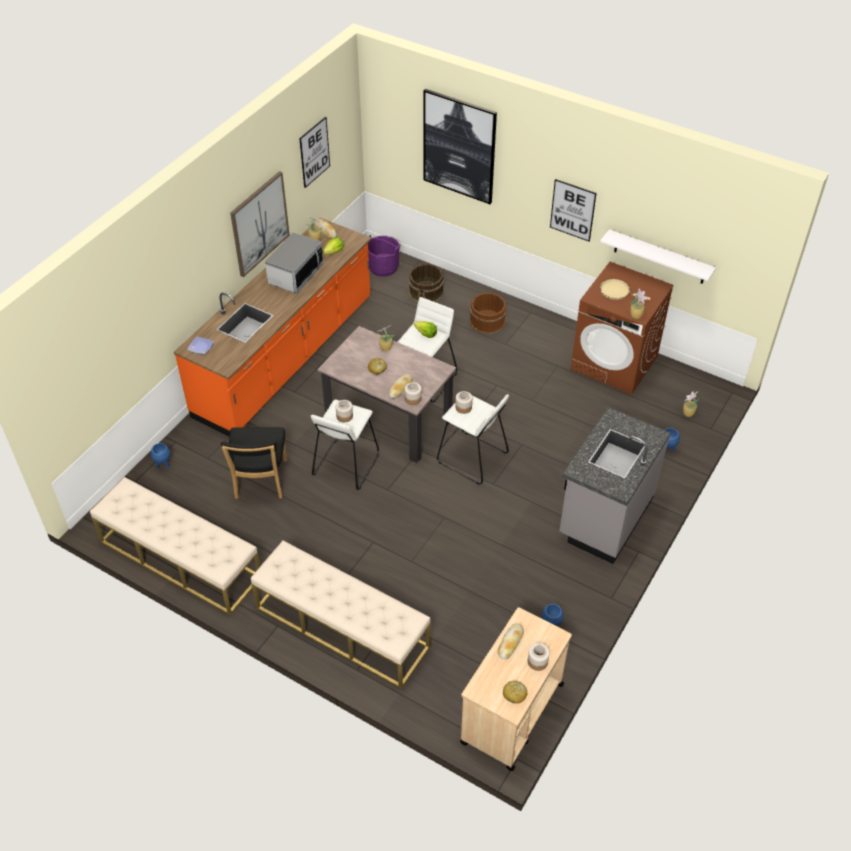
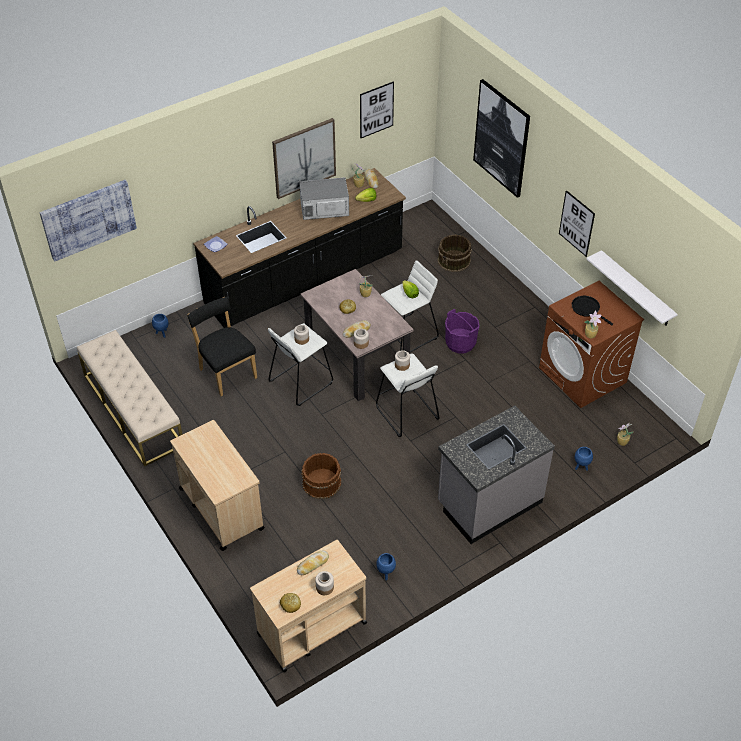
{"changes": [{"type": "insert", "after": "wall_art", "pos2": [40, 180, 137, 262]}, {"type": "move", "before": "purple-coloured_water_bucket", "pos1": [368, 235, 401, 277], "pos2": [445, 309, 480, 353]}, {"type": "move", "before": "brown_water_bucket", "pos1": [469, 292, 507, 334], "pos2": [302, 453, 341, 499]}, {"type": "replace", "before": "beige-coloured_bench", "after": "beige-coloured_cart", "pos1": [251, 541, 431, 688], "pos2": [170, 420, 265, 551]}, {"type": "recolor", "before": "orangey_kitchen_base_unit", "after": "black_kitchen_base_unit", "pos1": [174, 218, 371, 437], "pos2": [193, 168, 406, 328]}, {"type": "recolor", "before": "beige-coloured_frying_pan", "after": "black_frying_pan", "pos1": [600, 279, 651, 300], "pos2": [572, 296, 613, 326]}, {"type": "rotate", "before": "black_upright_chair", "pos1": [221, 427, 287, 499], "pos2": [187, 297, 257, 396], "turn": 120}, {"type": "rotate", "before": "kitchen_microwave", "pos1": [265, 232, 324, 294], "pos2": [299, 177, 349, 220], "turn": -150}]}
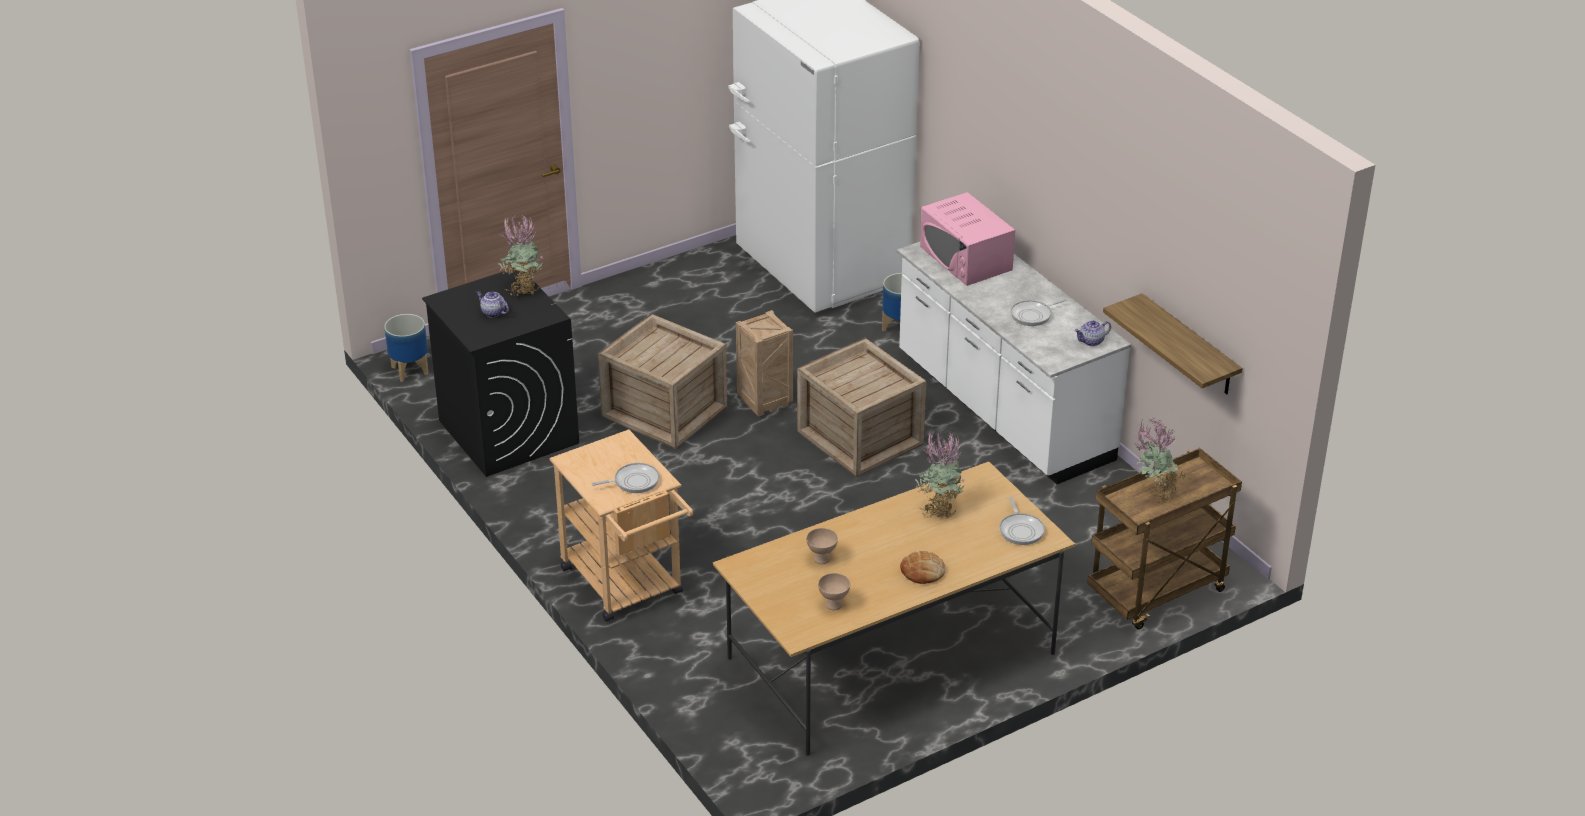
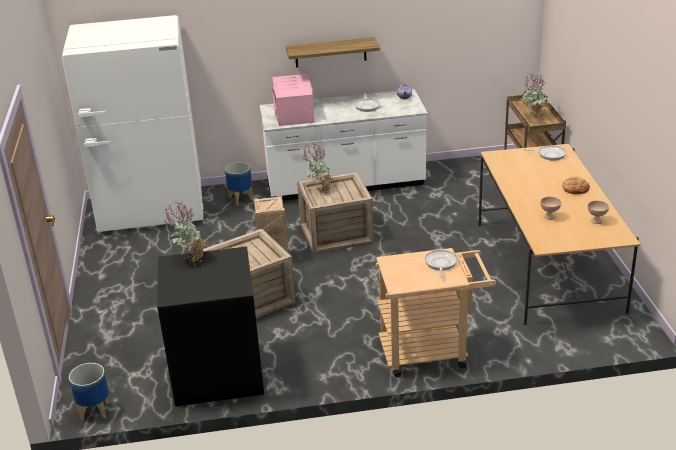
{"changes": [{"type": "delete", "before": "tea_pot", "pos1": [476, 291, 509, 318]}, {"type": "move", "before": "plant_in_a_pot", "pos1": [915, 430, 966, 519], "pos2": [302, 142, 333, 195]}, {"type": "move", "before": "shelf", "pos1": [1103, 293, 1243, 394], "pos2": [286, 37, 380, 67]}, {"type": "rotate", "before": "pinkish_kitchen_microwave", "pos1": [920, 192, 1015, 286], "pos2": [272, 74, 314, 126], "turn": 90}]}
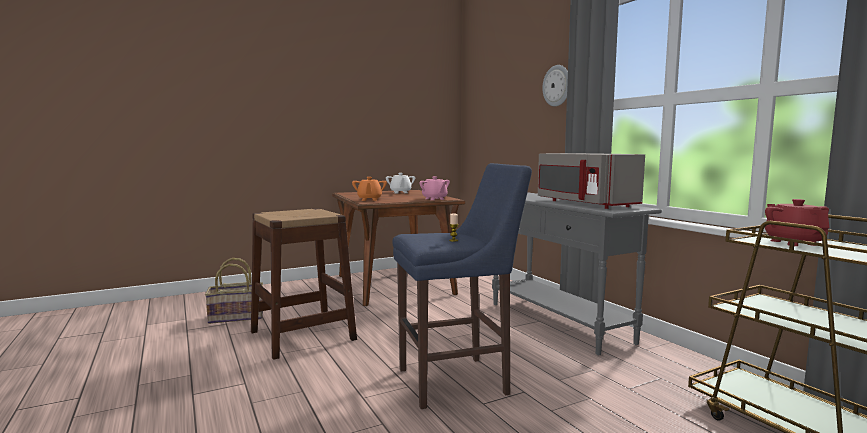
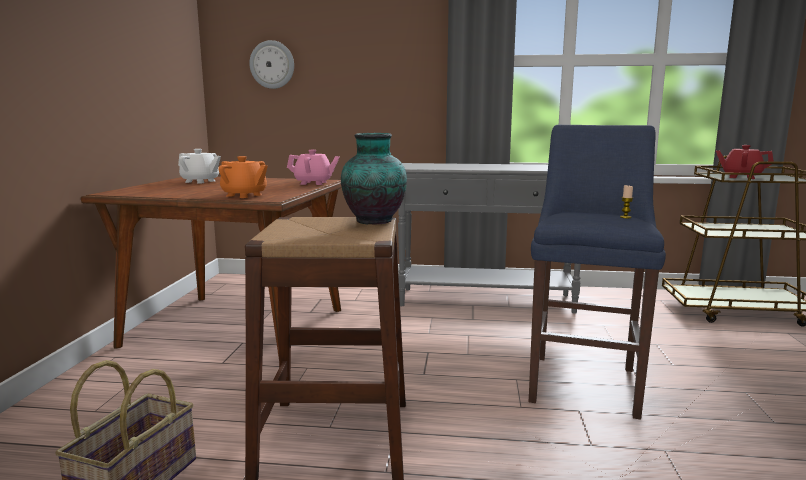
{"changes": [{"type": "delete", "before": "greyish_kitchen_microwave", "pos1": [538, 153, 645, 209]}, {"type": "insert", "after": "vase", "pos2": [341, 133, 407, 224]}, {"type": "move", "before": "hanging_clock", "pos1": [542, 65, 568, 106], "pos2": [249, 40, 294, 89]}]}
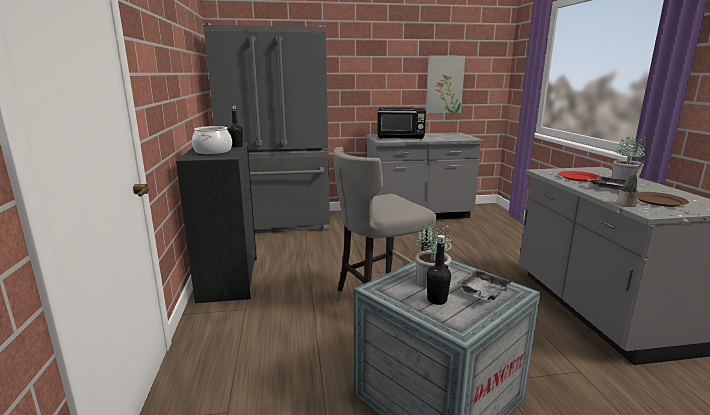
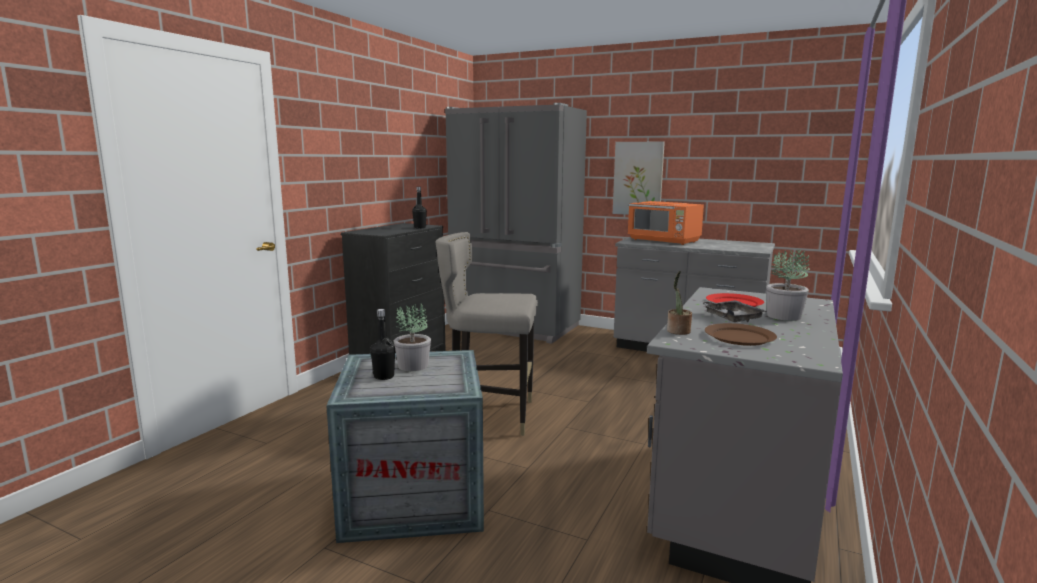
{"changes": [{"type": "delete", "before": "saucepot", "pos1": [192, 126, 232, 154]}, {"type": "delete", "before": "greyish_tray", "pos1": [457, 270, 512, 300]}, {"type": "move", "before": "wall_art", "pos1": [426, 55, 465, 113], "pos2": [613, 142, 665, 215]}, {"type": "recolor", "before": "black_kitchen_microwave", "after": "orangey_kitchen_microwave", "pos1": [377, 108, 426, 139], "pos2": [628, 201, 704, 245]}]}
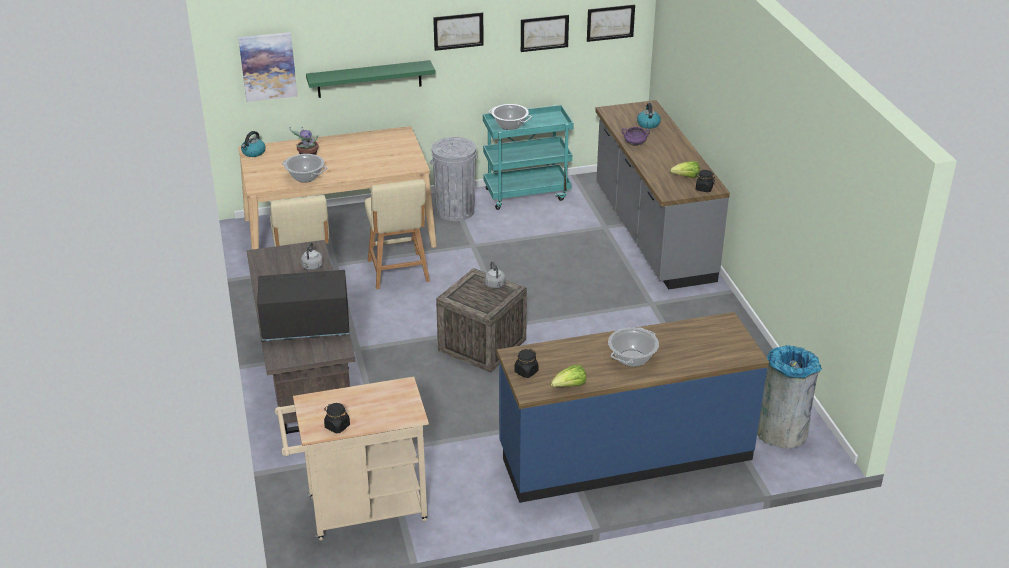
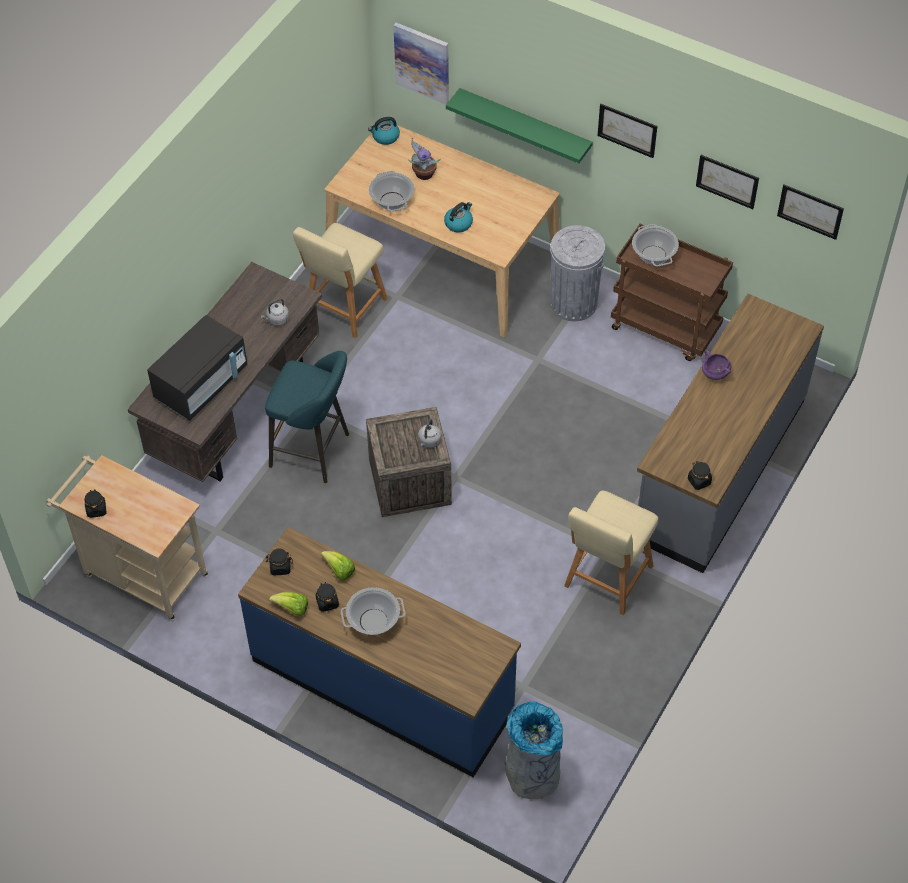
{"changes": [{"type": "insert", "after": "blue-green_sitting_stool", "pos2": [265, 351, 349, 483]}, {"type": "insert", "after": "black_jar", "pos2": [316, 582, 339, 612]}, {"type": "move", "before": "beige-coloured_sitting_stool", "pos1": [365, 179, 430, 289], "pos2": [564, 490, 659, 615]}, {"type": "move", "before": "water_kettle", "pos1": [637, 103, 661, 129], "pos2": [444, 202, 473, 233]}, {"type": "move", "before": "lettuce", "pos1": [670, 161, 700, 178], "pos2": [321, 551, 355, 580]}, {"type": "recolor", "before": "blue-green_cart", "after": "brown_cart", "pos1": [483, 105, 574, 210], "pos2": [611, 224, 733, 361]}, {"type": "rotate", "before": "black_kitchen_microwave", "pos1": [257, 270, 349, 341], "pos2": [147, 315, 247, 421], "turn": 90}]}
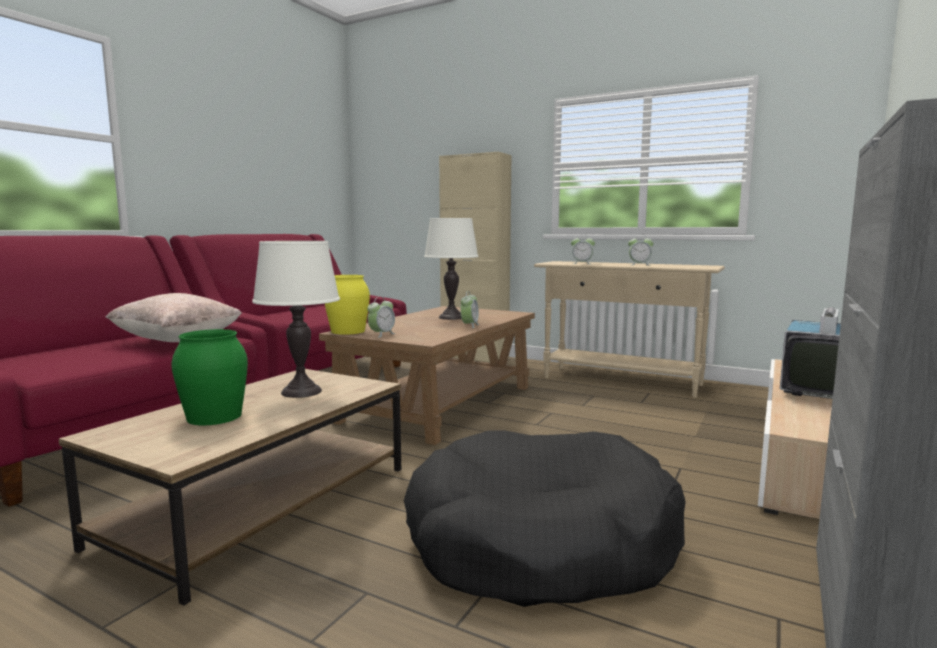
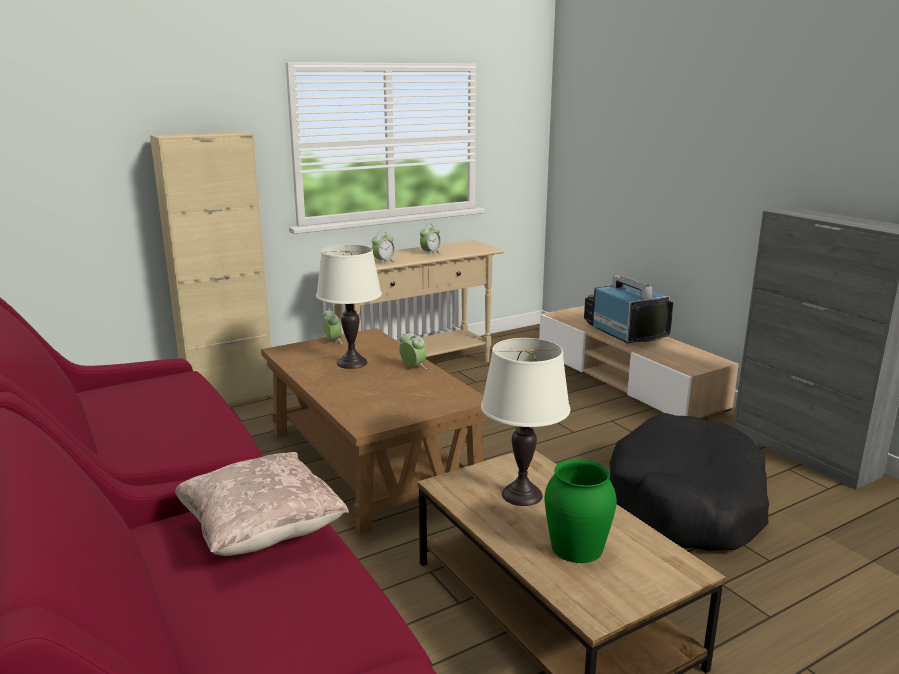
{"changes": [{"type": "delete", "before": "yellow-coloured_vase", "pos1": [325, 275, 370, 335]}, {"type": "move", "before": "bedside_clock", "pos1": [367, 297, 396, 338], "pos2": [322, 308, 343, 344]}]}
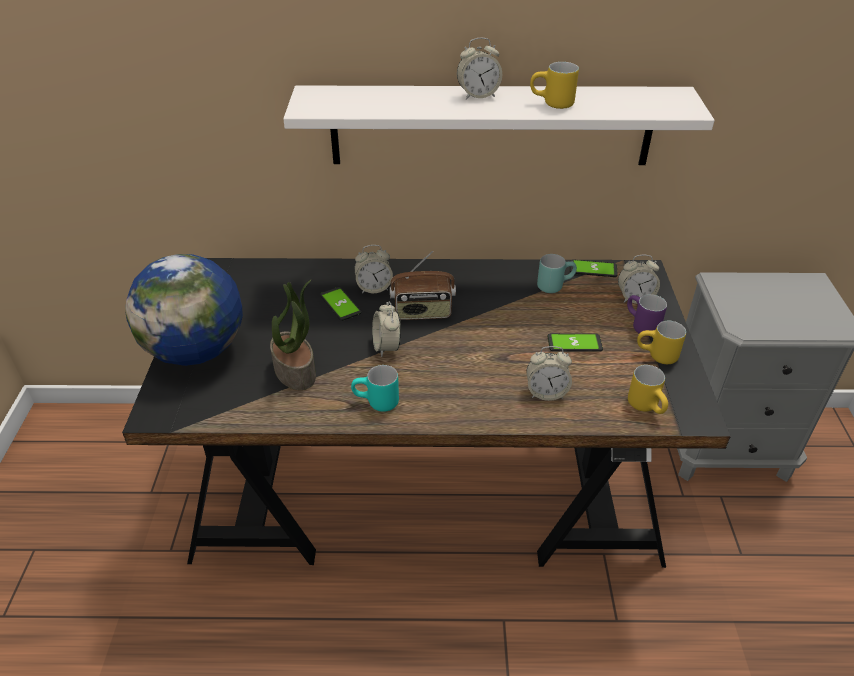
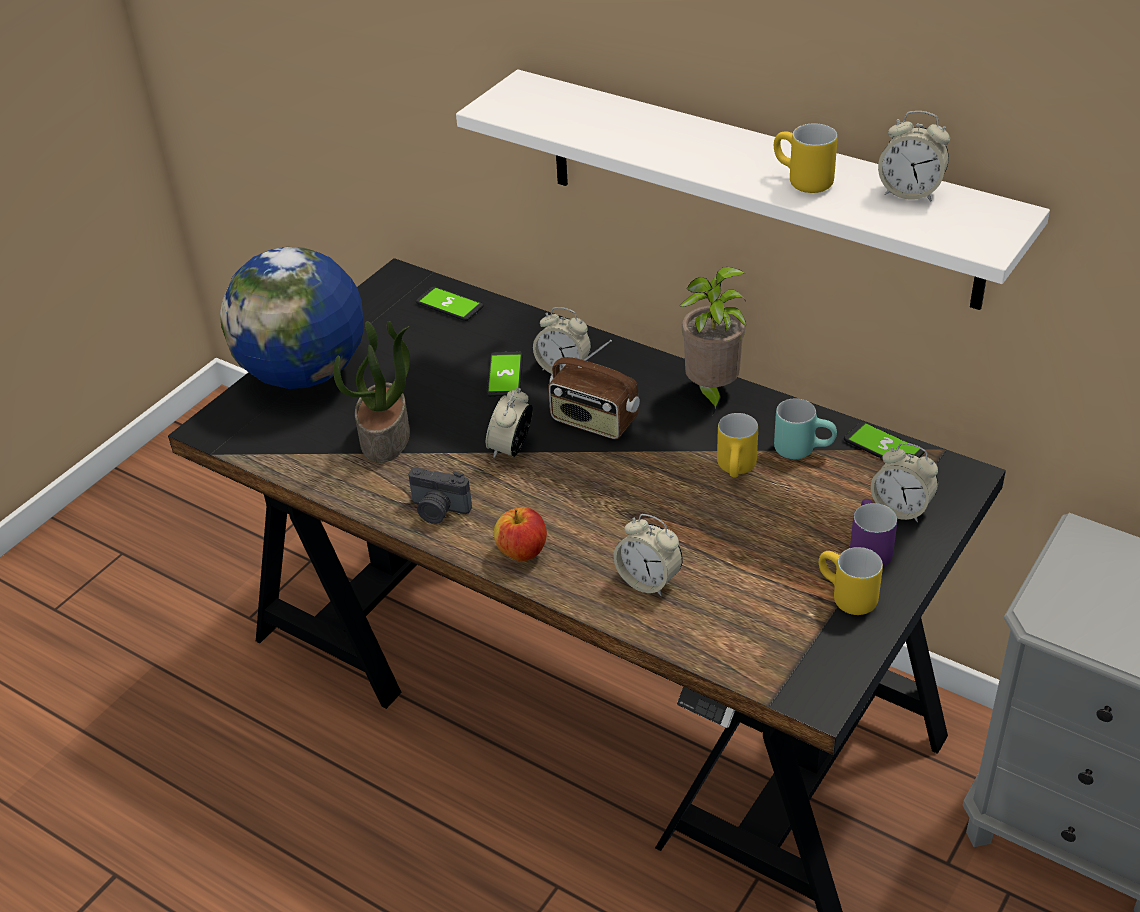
{"changes": [{"type": "insert", "after": "whole_apple", "pos2": [494, 507, 547, 562]}, {"type": "insert", "after": "plant_in_a_pot", "pos2": [679, 267, 746, 414]}, {"type": "move", "before": "bedside_clock", "pos1": [457, 37, 502, 99], "pos2": [878, 111, 950, 201]}, {"type": "move", "before": "handset", "pos1": [547, 333, 603, 352], "pos2": [416, 286, 484, 321]}, {"type": "move", "before": "yellow-coloured_coffee_mug", "pos1": [628, 365, 668, 414], "pos2": [717, 413, 758, 478]}, {"type": "replace", "before": "blue-green_coffee_mug", "after": "photo_camera", "pos1": [351, 365, 399, 412], "pos2": [408, 467, 472, 524]}]}
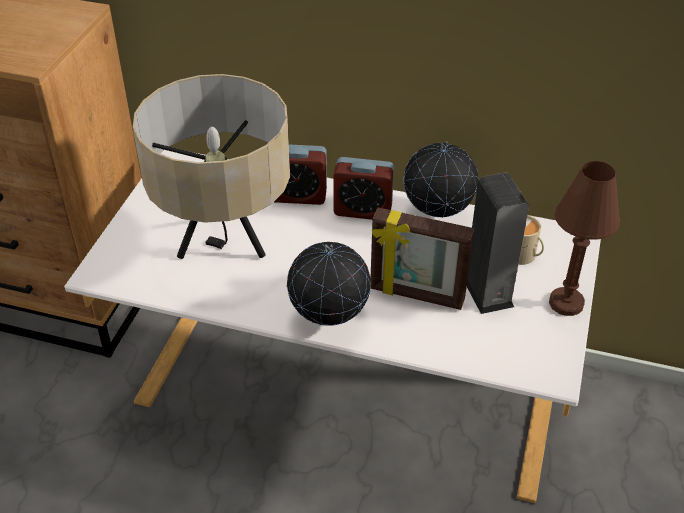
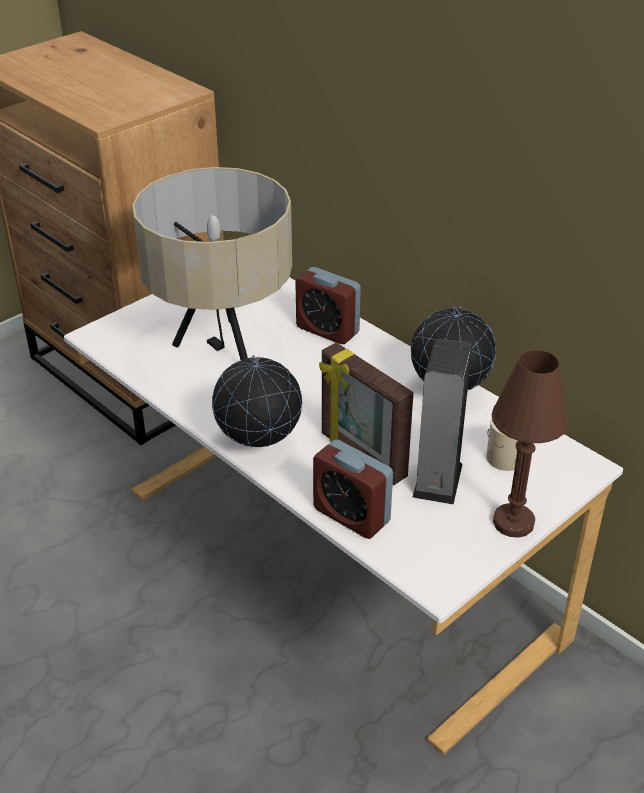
{"changes": [{"type": "move", "before": "bedside_clock", "pos1": [333, 157, 394, 220], "pos2": [313, 439, 393, 539]}]}
